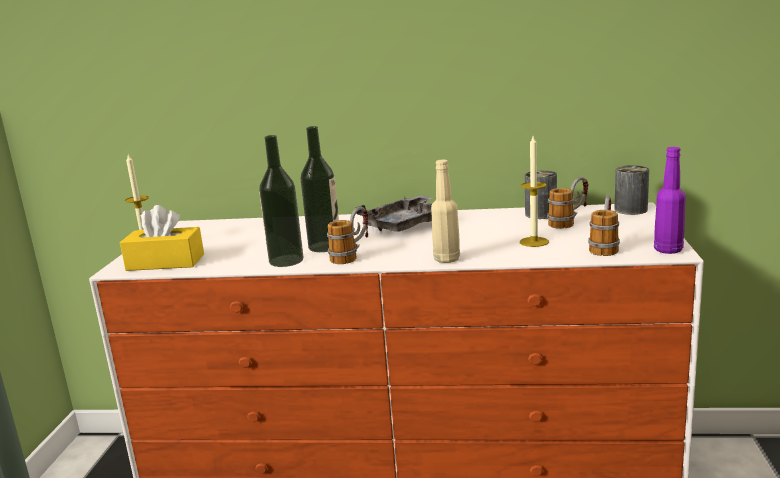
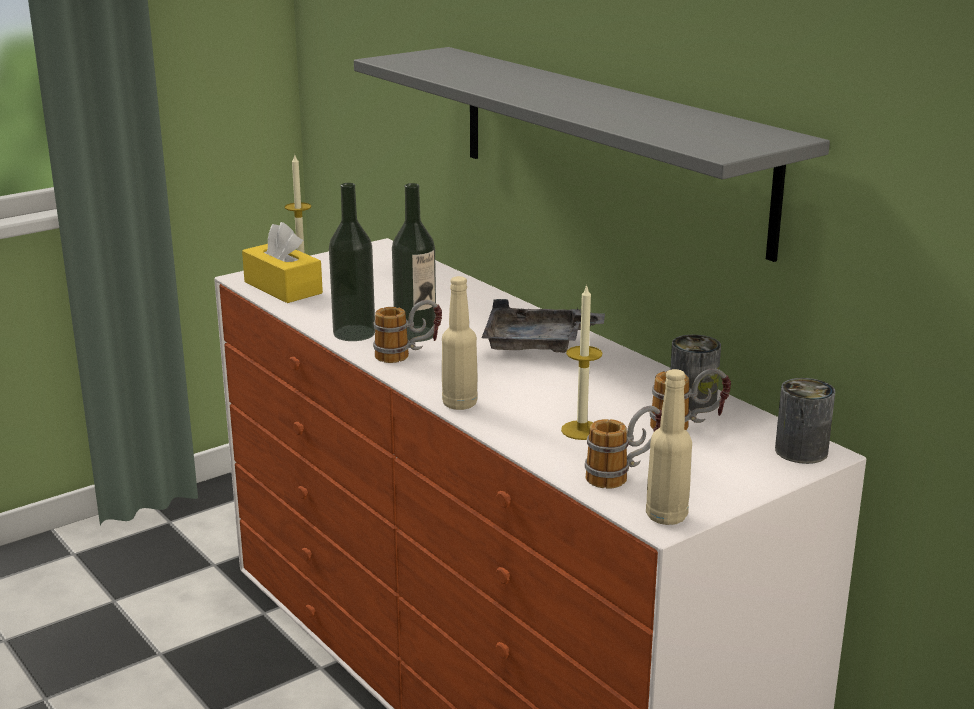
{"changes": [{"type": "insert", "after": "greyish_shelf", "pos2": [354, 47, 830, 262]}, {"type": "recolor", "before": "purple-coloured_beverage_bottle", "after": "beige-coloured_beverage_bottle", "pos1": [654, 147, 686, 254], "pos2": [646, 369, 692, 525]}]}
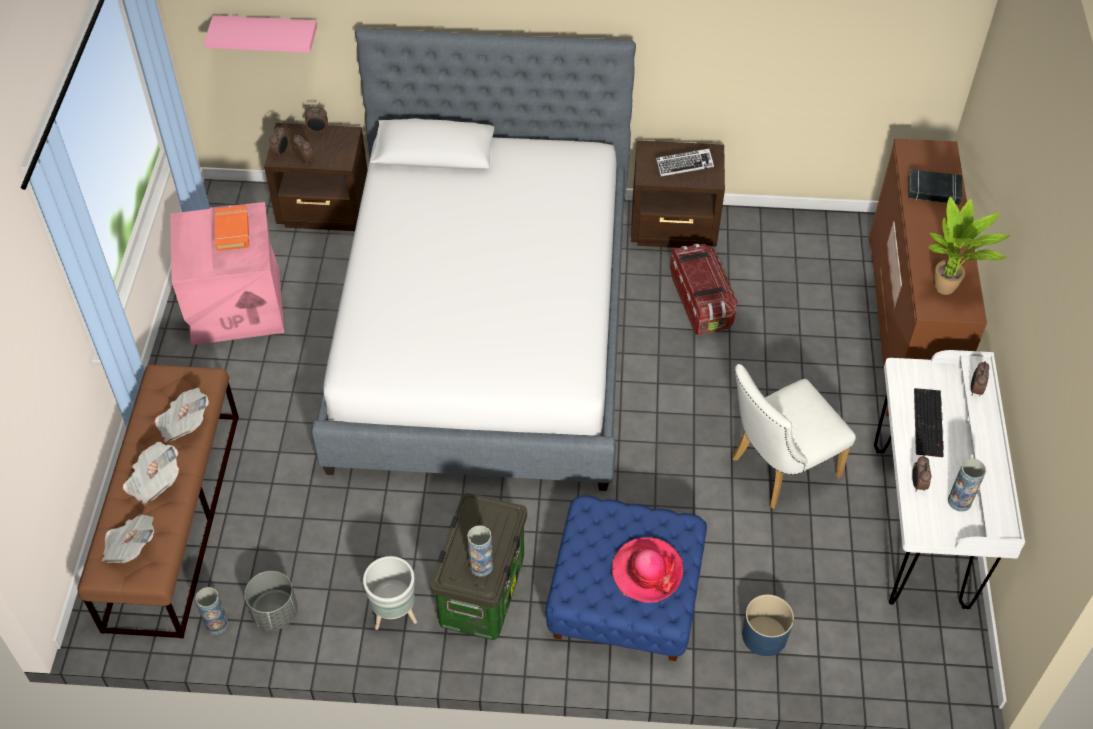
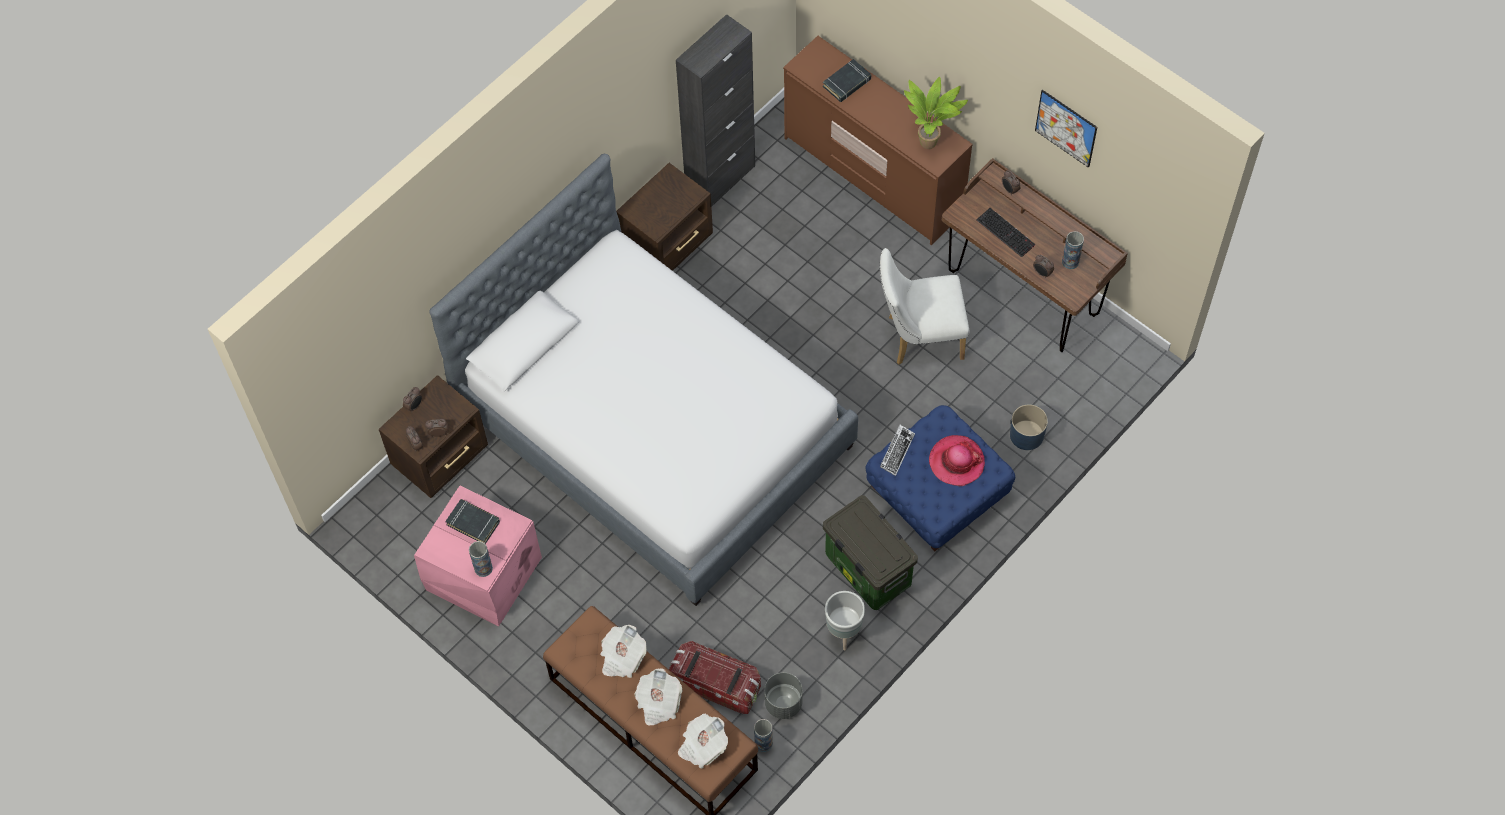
{"changes": [{"type": "delete", "before": "pinkish_shelf", "pos1": [204, 16, 317, 53]}, {"type": "insert", "after": "black_cupboard", "pos2": [676, 14, 755, 207]}, {"type": "insert", "after": "wall_art", "pos2": [1035, 90, 1097, 168]}, {"type": "move", "before": "vase", "pos1": [467, 525, 493, 577], "pos2": [469, 541, 493, 577]}, {"type": "move", "before": "keyboard", "pos1": [656, 148, 714, 177], "pos2": [880, 425, 915, 476]}, {"type": "move", "before": "storage_container", "pos1": [670, 244, 738, 335], "pos2": [669, 641, 761, 714]}, {"type": "recolor", "before": "orangey_volume", "after": "black_volume", "pos1": [214, 206, 250, 251], "pos2": [445, 499, 500, 544]}, {"type": "recolor", "before": "white_desk_table", "after": "brown_desk_table", "pos1": [874, 350, 1025, 609], "pos2": [942, 158, 1128, 352]}, {"type": "rotate", "before": "white_upright_chair", "pos1": [732, 364, 856, 509], "pos2": [880, 248, 969, 365], "turn": 75}]}
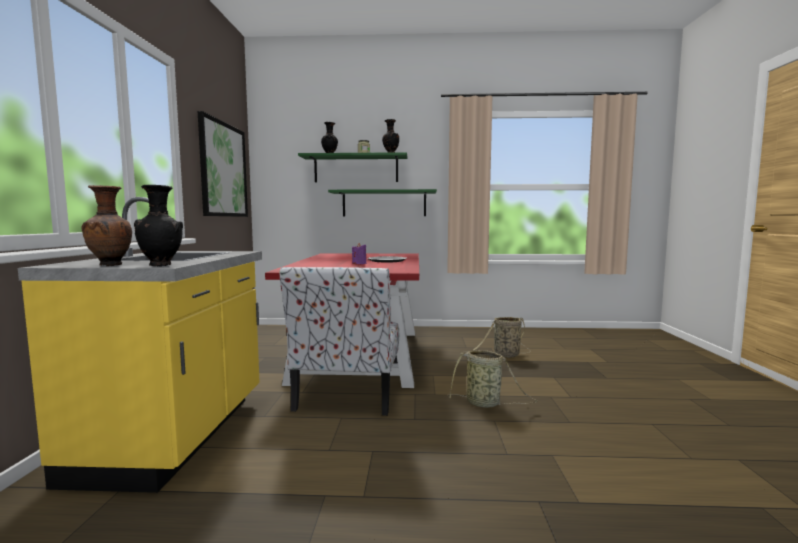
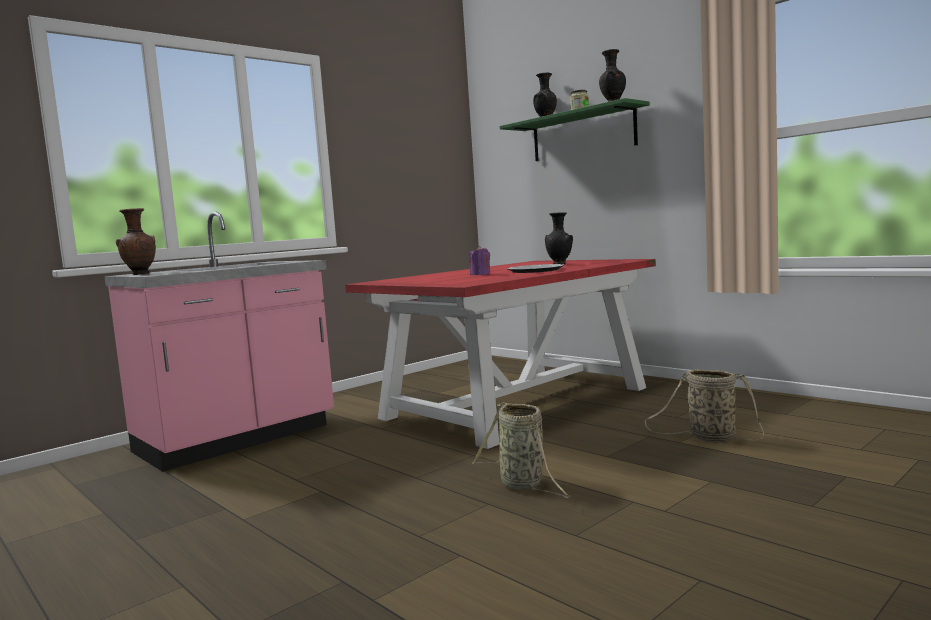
{"changes": [{"type": "delete", "before": "wall_art", "pos1": [198, 111, 248, 217]}, {"type": "delete", "before": "upright_chair", "pos1": [280, 267, 399, 416]}, {"type": "delete", "before": "green-coloured_shelf", "pos1": [328, 189, 437, 216]}, {"type": "move", "before": "black_vase", "pos1": [134, 185, 183, 267], "pos2": [545, 212, 573, 264]}, {"type": "recolor", "before": "yellow-coloured_kitchen_base_unit", "after": "pinkish_kitchen_base_unit", "pos1": [18, 197, 262, 493], "pos2": [105, 212, 334, 472]}]}
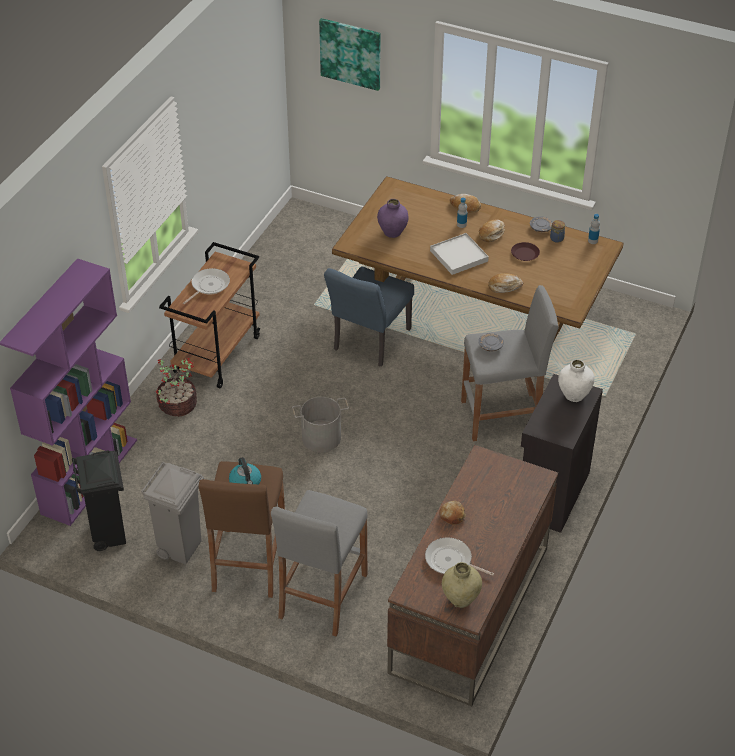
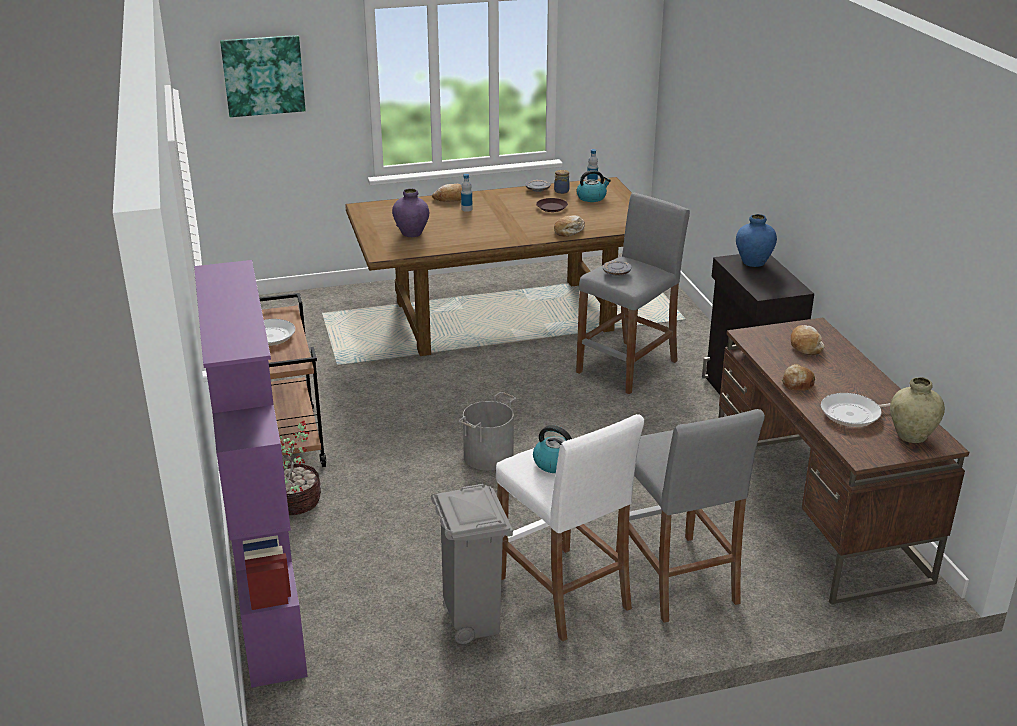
{"changes": [{"type": "delete", "before": "black_waste_bin", "pos1": [72, 450, 126, 551]}, {"type": "delete", "before": "bluish_upright_chair", "pos1": [324, 267, 414, 367]}, {"type": "delete", "before": "white_tray", "pos1": [430, 233, 489, 275]}, {"type": "insert", "after": "water_kettle", "pos2": [576, 170, 611, 202]}, {"type": "move", "before": "bakery_bread", "pos1": [479, 219, 505, 242], "pos2": [791, 325, 824, 355]}, {"type": "recolor", "before": "brown_sitting_stool", "after": "white_sitting_stool", "pos1": [199, 461, 285, 598], "pos2": [496, 414, 644, 642]}, {"type": "recolor", "before": "white_vase", "after": "bluish_vase", "pos1": [558, 360, 595, 402], "pos2": [736, 214, 777, 267]}]}
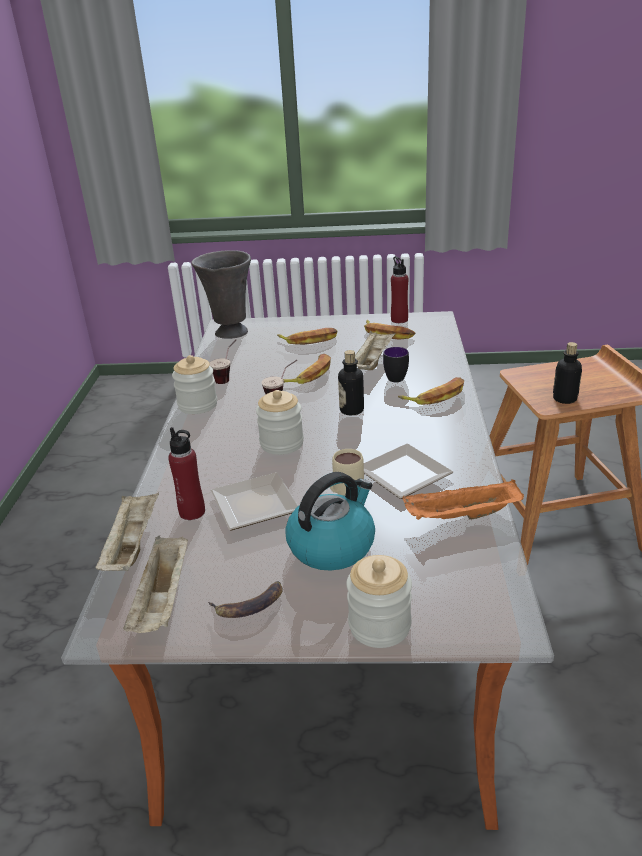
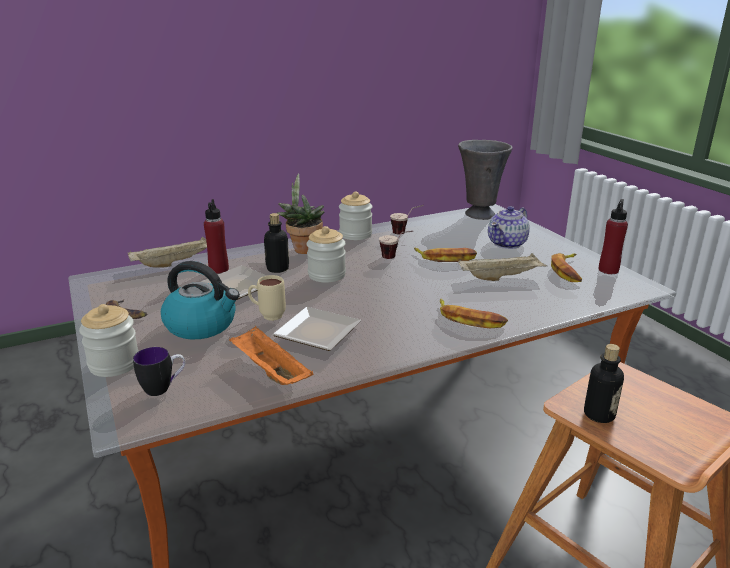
{"changes": [{"type": "delete", "before": "beige-coloured_tray", "pos1": [123, 536, 188, 633]}, {"type": "insert", "after": "plant_in_a_pot", "pos2": [277, 173, 324, 254]}, {"type": "move", "before": "beverage_bottle", "pos1": [338, 350, 364, 415], "pos2": [264, 213, 289, 273]}, {"type": "move", "before": "coffee_mug", "pos1": [383, 347, 409, 382], "pos2": [133, 347, 185, 396]}, {"type": "replace", "before": "banana", "after": "tea_pot", "pos1": [277, 328, 337, 345], "pos2": [488, 206, 530, 249]}]}
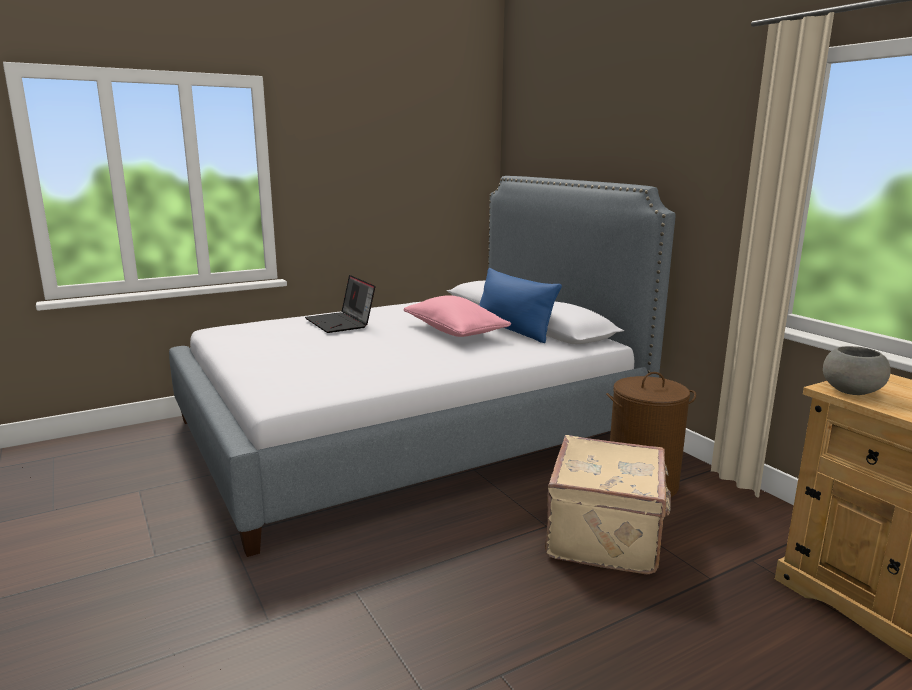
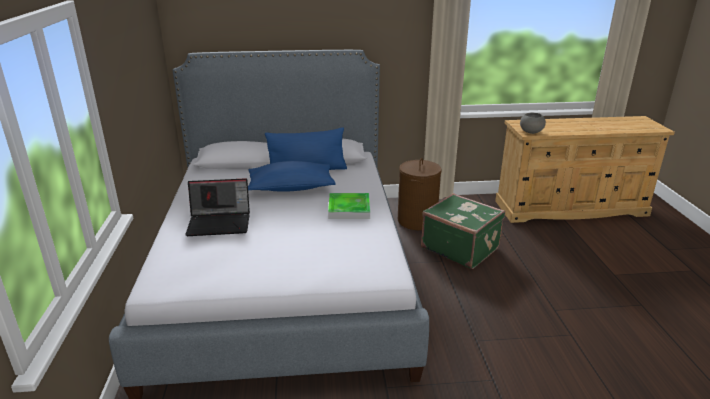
{"changes": [{"type": "insert", "after": "tray", "pos2": [328, 193, 370, 219]}, {"type": "recolor", "before": "pinkish_throw_pillow", "after": "bluish_throw_pillow", "pos1": [404, 295, 511, 337], "pos2": [248, 161, 336, 192]}, {"type": "recolor", "before": "beige-coloured_suitcase", "after": "green-coloured_suitcase", "pos1": [545, 435, 671, 575], "pos2": [421, 193, 505, 269]}]}
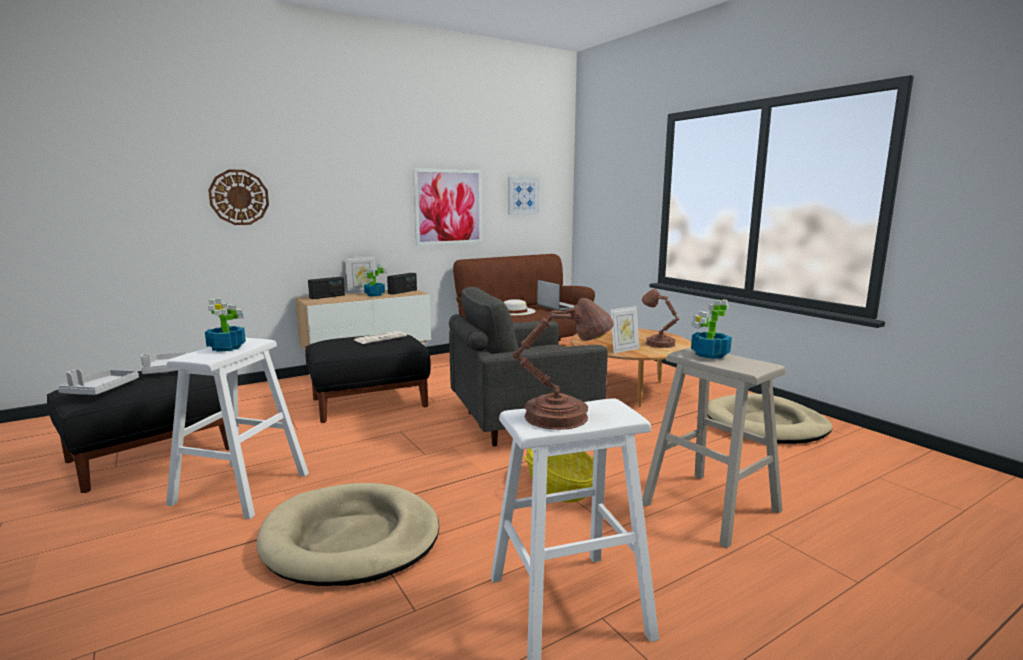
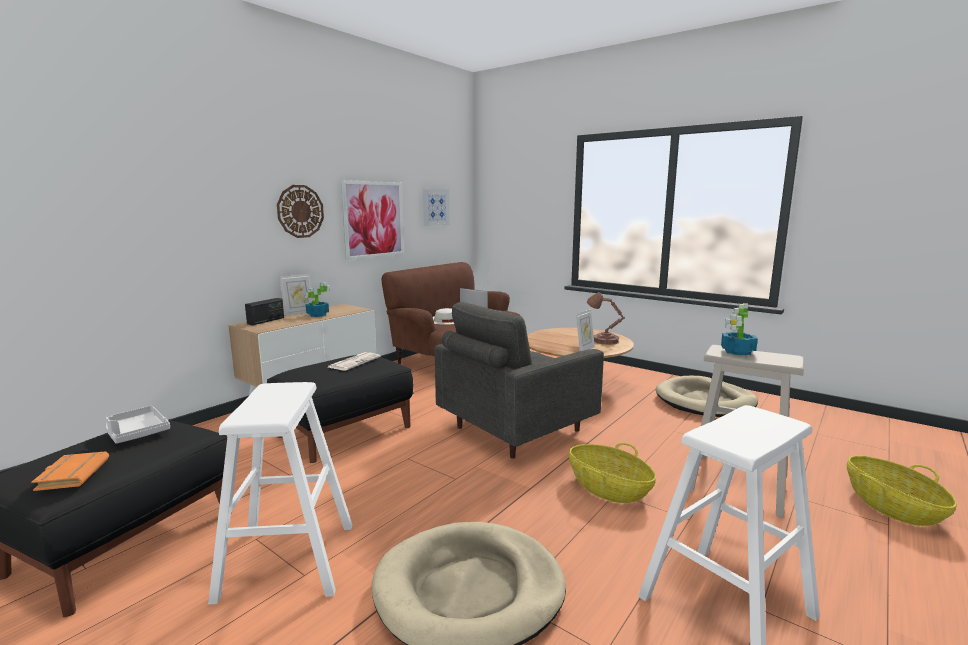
{"changes": [{"type": "delete", "before": "plant_in_a_pot", "pos1": [205, 298, 246, 352]}, {"type": "delete", "before": "radio_set", "pos1": [387, 273, 417, 295]}, {"type": "delete", "before": "brown_tabletop_lamp", "pos1": [513, 298, 614, 430]}, {"type": "insert", "after": "household_basket", "pos2": [847, 456, 957, 526]}, {"type": "move", "before": "hanging_clock", "pos1": [208, 169, 269, 225], "pos2": [277, 185, 324, 238]}, {"type": "replace", "before": "greyish_tray", "after": "orangey_volume", "pos1": [58, 369, 139, 395], "pos2": [31, 451, 109, 491]}]}
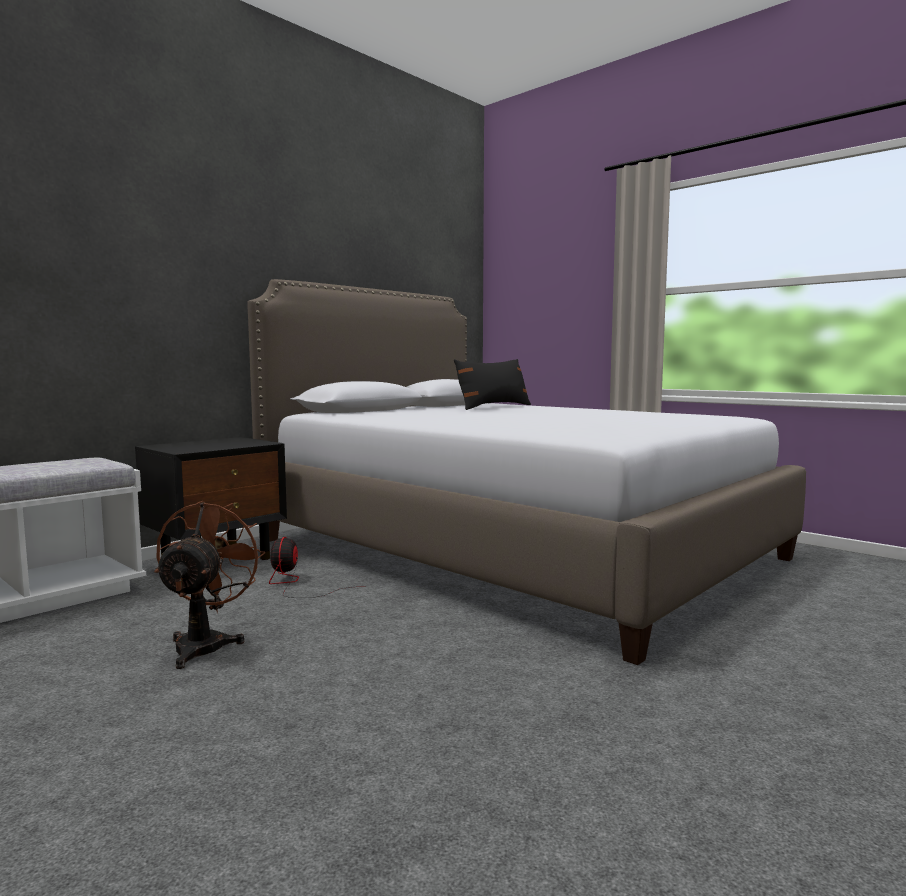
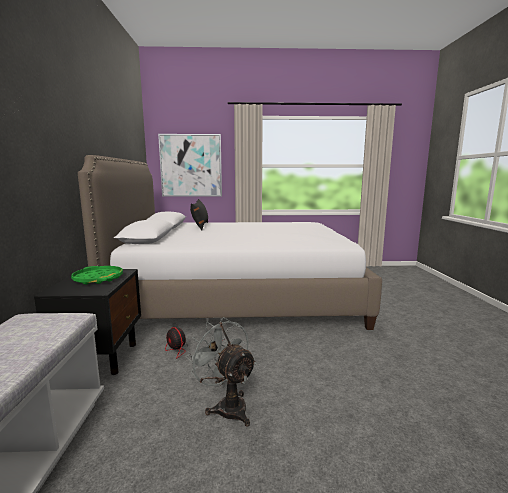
{"changes": [{"type": "insert", "after": "green-coloured_tray", "pos2": [71, 266, 123, 285]}, {"type": "insert", "after": "wall_art", "pos2": [158, 134, 222, 197]}, {"type": "recolor", "before": "brown_electric_fan", "after": "greyish_electric_fan", "pos1": [154, 501, 265, 669], "pos2": [186, 317, 257, 427]}]}
